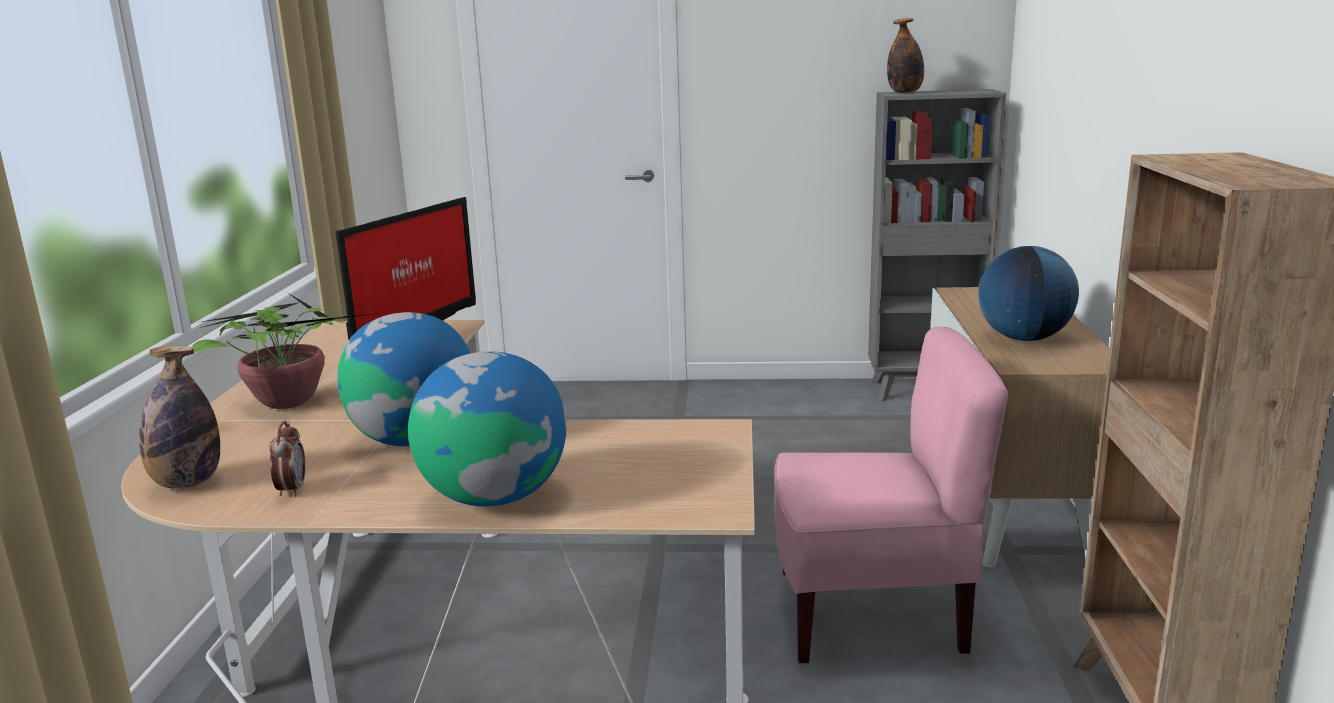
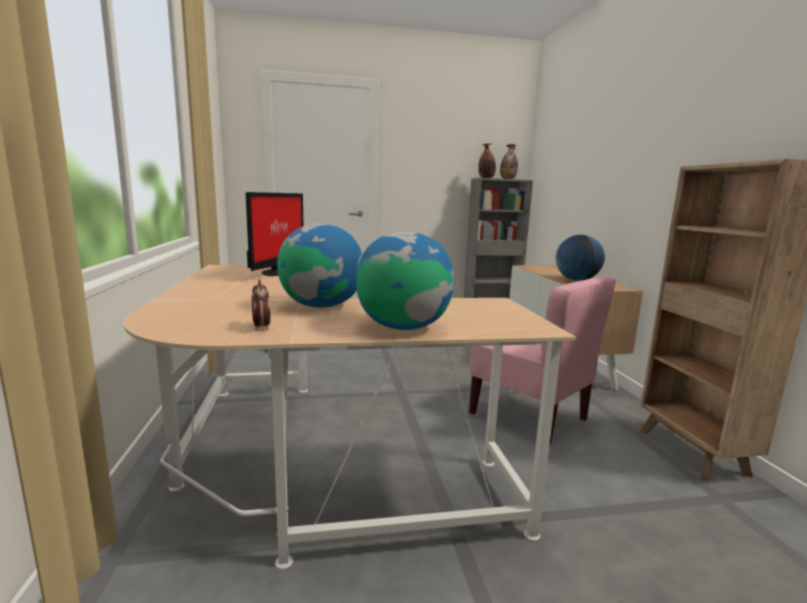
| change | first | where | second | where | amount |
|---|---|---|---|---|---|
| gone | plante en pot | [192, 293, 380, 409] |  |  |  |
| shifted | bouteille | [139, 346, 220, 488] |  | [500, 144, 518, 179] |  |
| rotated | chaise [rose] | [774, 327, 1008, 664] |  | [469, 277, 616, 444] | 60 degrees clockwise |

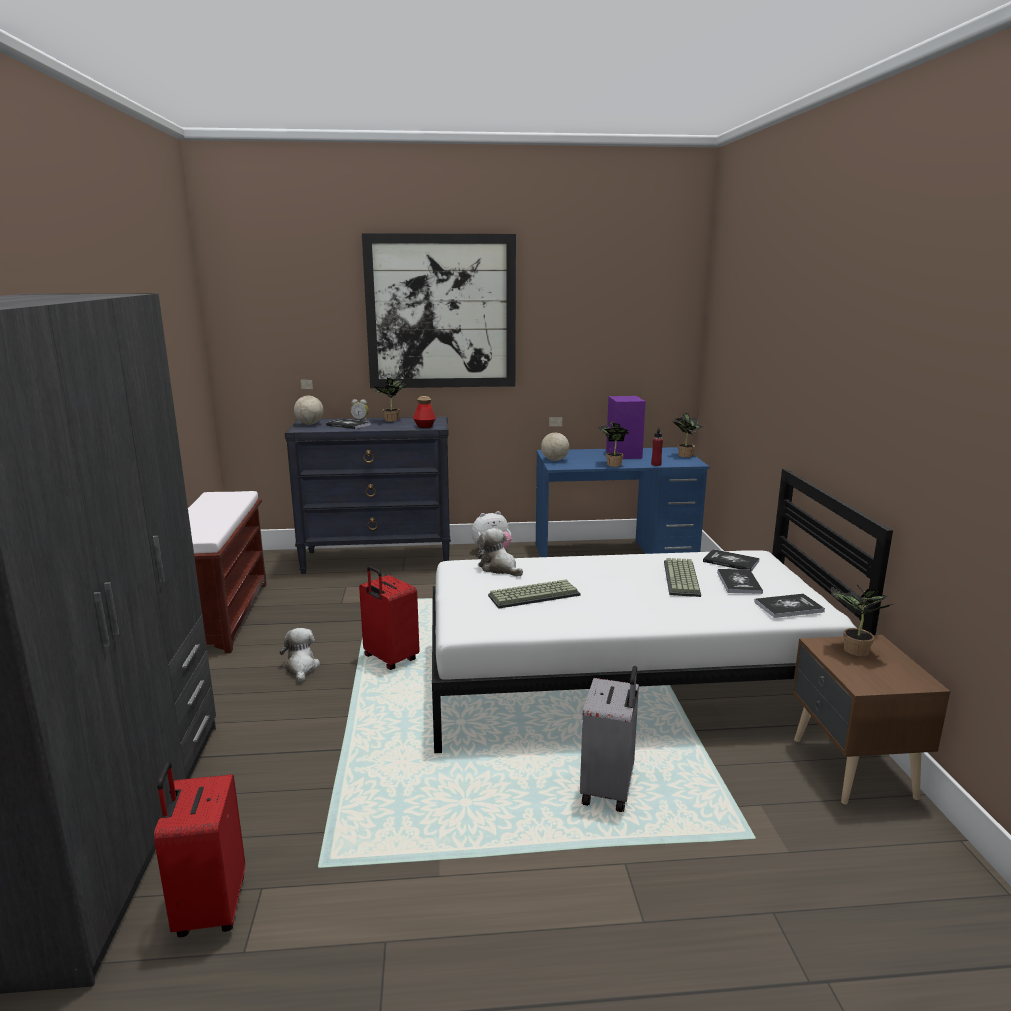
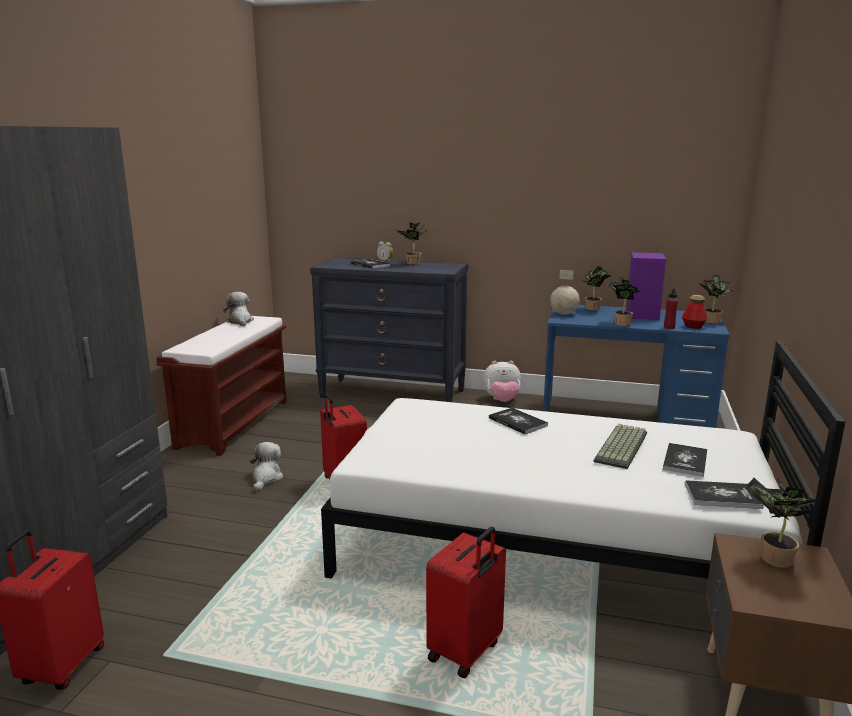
| change | first | where | second | where | amount |
|---|---|---|---|---|---|
| gone | globe | [294, 379, 324, 425] |  |  |  |
| gone | tableau | [362, 233, 516, 388] |  |  |  |
| gone | clavier | [488, 579, 580, 609] |  |  |  |
| new |  |  | plante en pot | [582, 266, 612, 310] |  |
| shifted | bouteille | [413, 396, 436, 428] |  | [682, 295, 708, 329] |  |
| shifted | peluche | [477, 528, 523, 576] |  | [223, 292, 254, 326] |  |
| shifted | livre | [703, 549, 760, 571] |  | [489, 408, 548, 434] |  |
| repainted | valise [gris] | [580, 666, 639, 812] | valise [rouge] | [426, 527, 506, 678] |  |

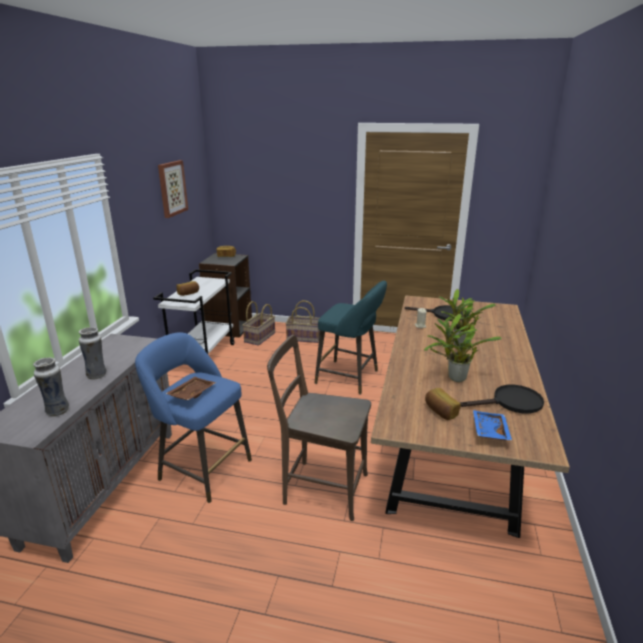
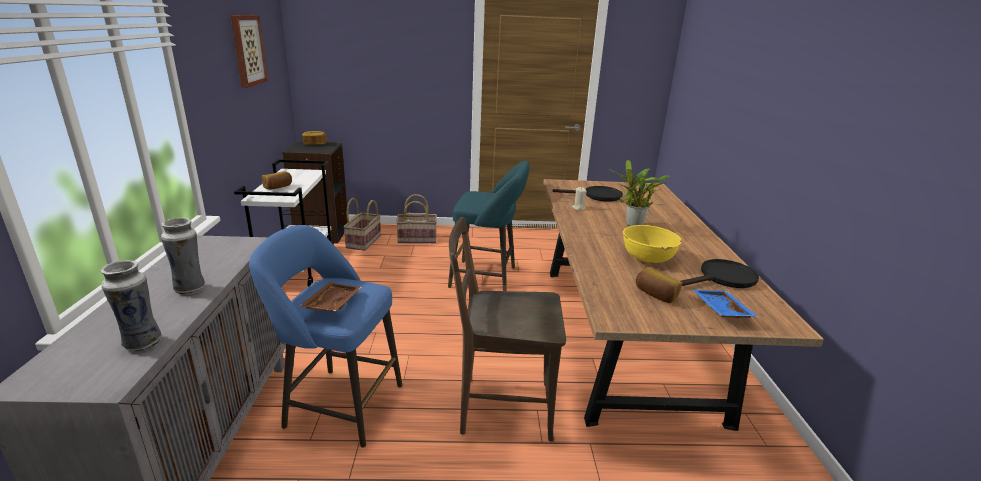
| change | first | where | second | where | amount |
|---|---|---|---|---|---|
| swapped | plante en pot | [424, 314, 502, 382] | bol [jaune] | [623, 225, 681, 263] |  |

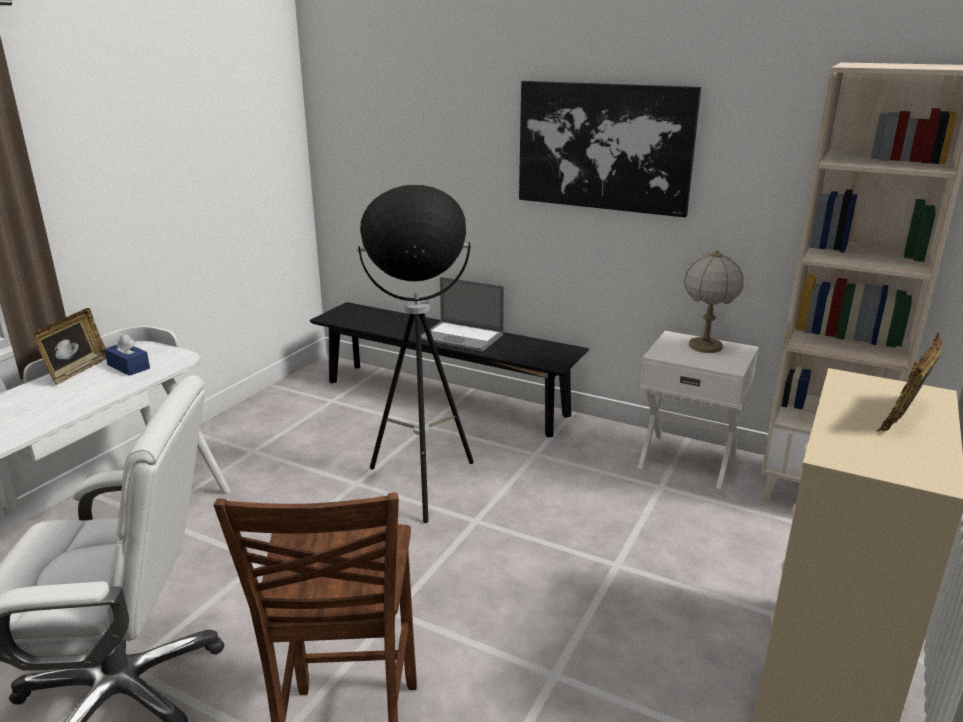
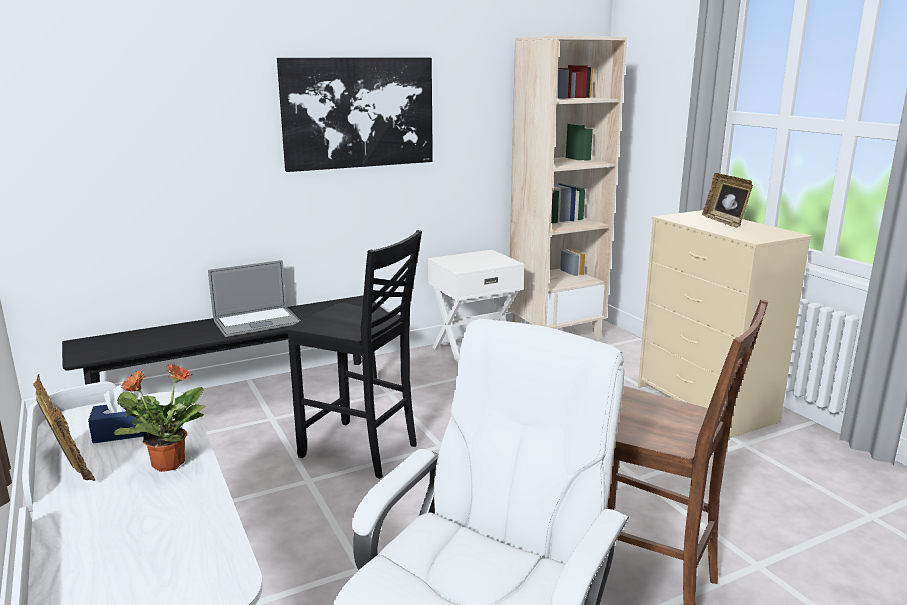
| change | first | where | second | where | amount |
|---|---|---|---|---|---|
| gone | lampe de table | [684, 250, 744, 353] |  |  |  |
| new |  |  | plante en pot | [113, 364, 205, 472] |  |
| swapped | lampadaire | [357, 184, 474, 523] | chaise [noir] | [287, 230, 422, 479] |  |

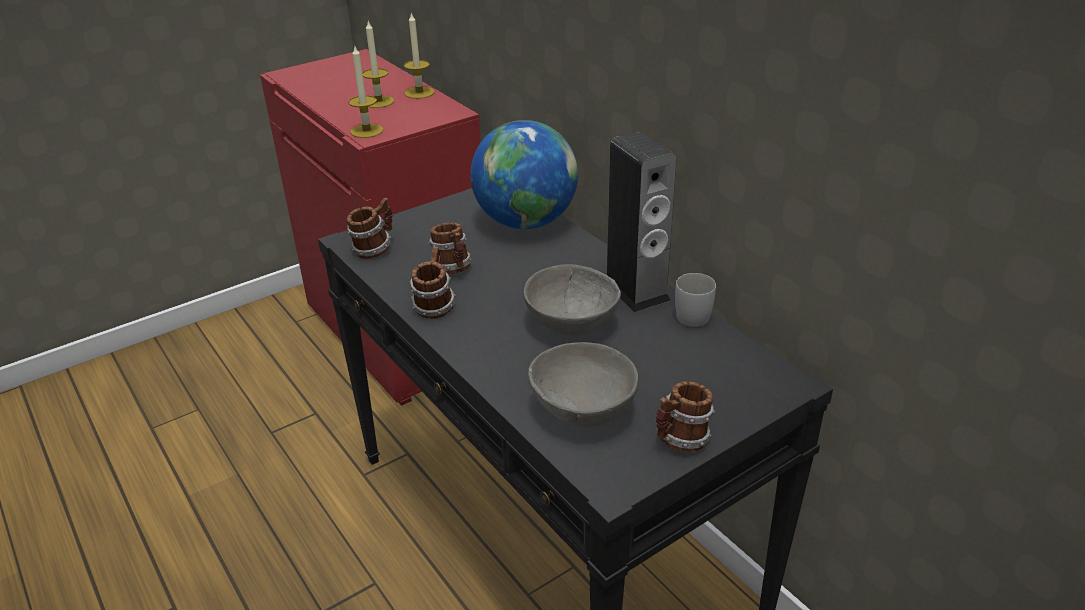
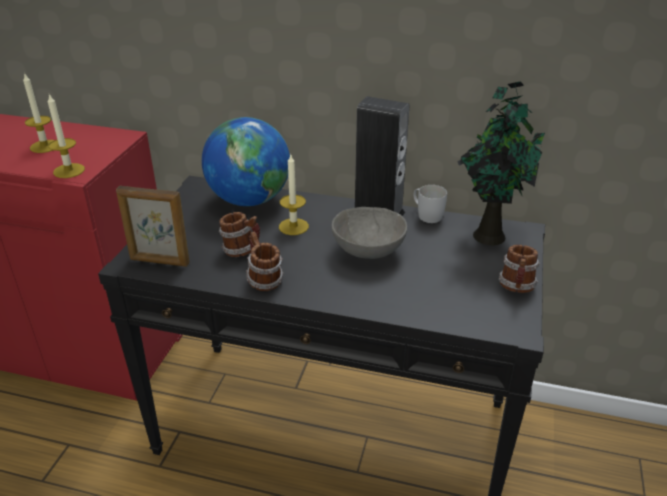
| change | first | where | second | where | amount |
|---|---|---|---|---|---|
| gone | bol [gris] | [528, 342, 638, 428] |  |  |  |
| new |  |  | plante en pot | [457, 81, 545, 245] |  |
| shifted | bougie | [404, 12, 434, 99] |  | [279, 155, 309, 235] |  |
| swapped | mug | [347, 198, 393, 259] | cadre photo | [116, 185, 190, 267] |  |

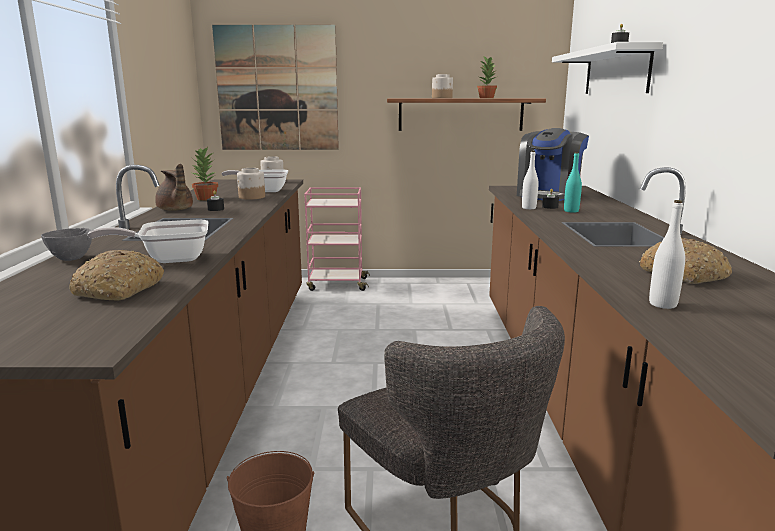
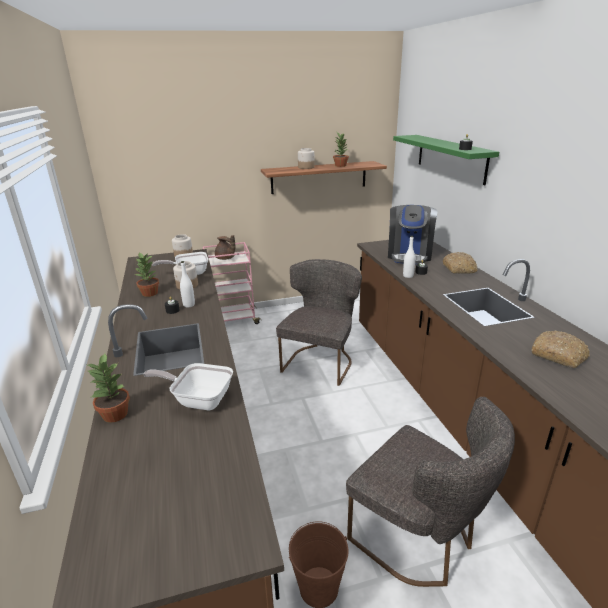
| change | first | where | second | where | amount |
|---|---|---|---|---|---|
| gone | tableau | [212, 25, 339, 150] |  |  |  |
| gone | bouteille [turquoise] | [564, 152, 582, 213] |  |  |  |
| new |  |  | chaise [gris] | [276, 259, 362, 386] |  |
| shifted | pain | [69, 250, 164, 300] |  | [443, 252, 478, 273] |  |
| shifted | théière [marron] | [155, 164, 193, 211] |  | [215, 235, 236, 260] |  |
| shifted | bouteille [blanc] | [649, 200, 685, 309] |  | [180, 261, 195, 307] |  |
| swapped | bol [gris] | [41, 228, 92, 261] | plante en pot | [87, 354, 130, 423] |  |
| repainted | étagère [blanc] | [552, 42, 663, 94] | étagère [vert] | [393, 135, 499, 185] |  |
| rotated | poêle | [88, 220, 208, 263] |  | [143, 363, 233, 410] | 45 degrees clockwise |

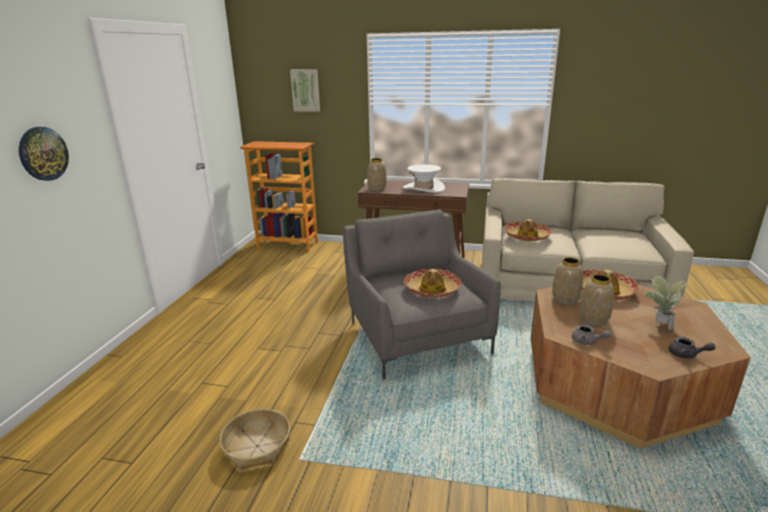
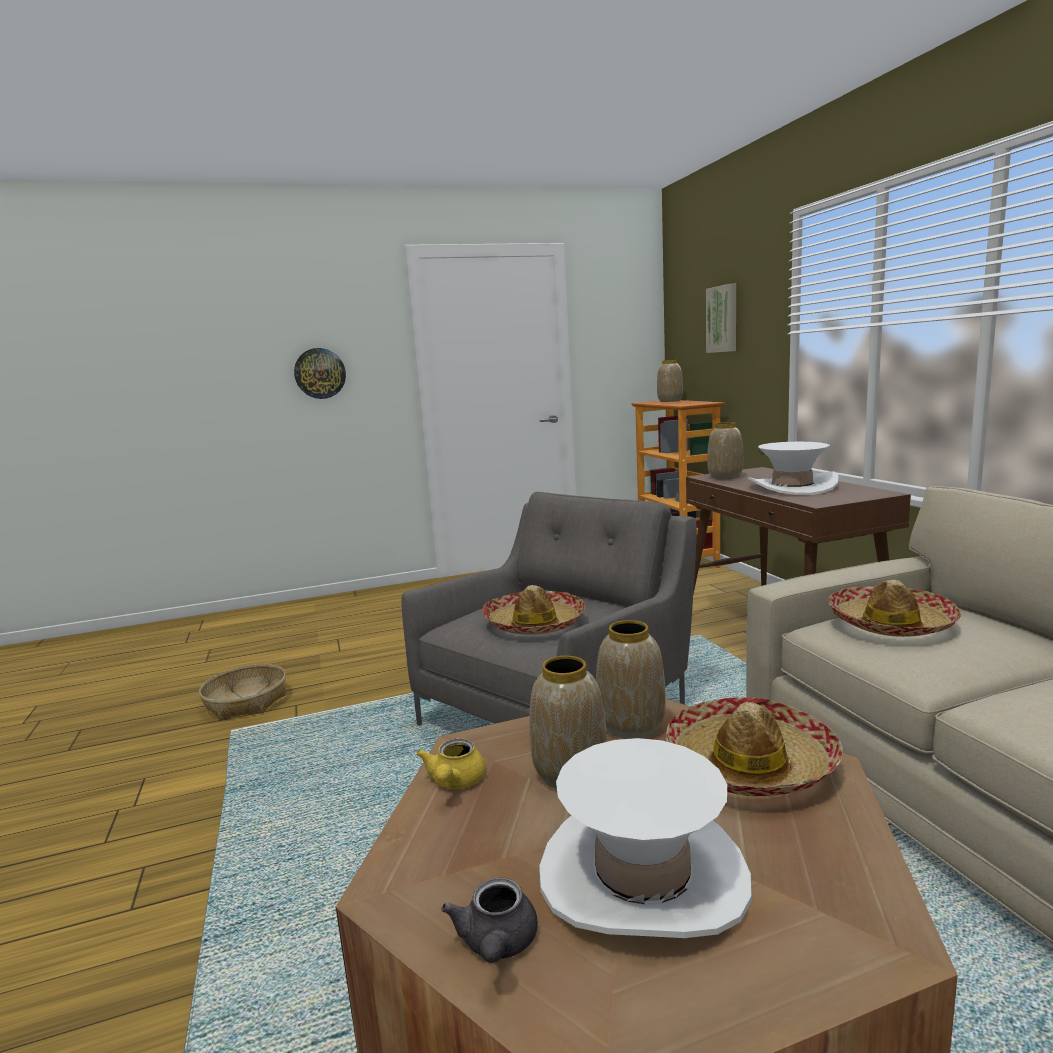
| change | first | where | second | where | amount |
|---|---|---|---|---|---|
| new |  |  | vase | [657, 360, 683, 402] |  |
| swapped | plante en pot | [644, 276, 687, 330] | chapeau [blanc] | [539, 738, 752, 938] |  |
| repainted | théière [gris] | [572, 324, 611, 345] | théière [jaune] | [416, 738, 486, 789] |  |

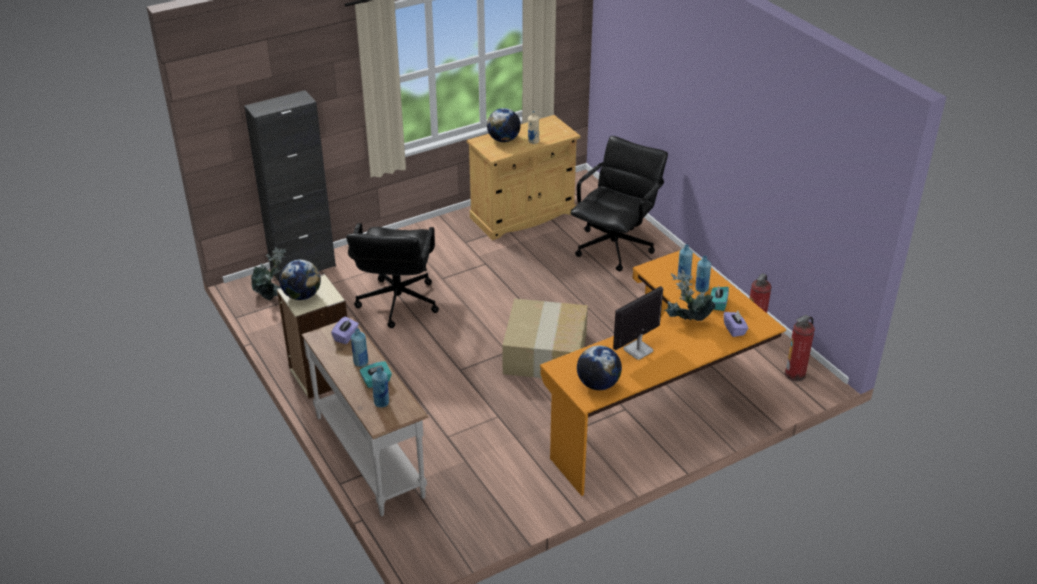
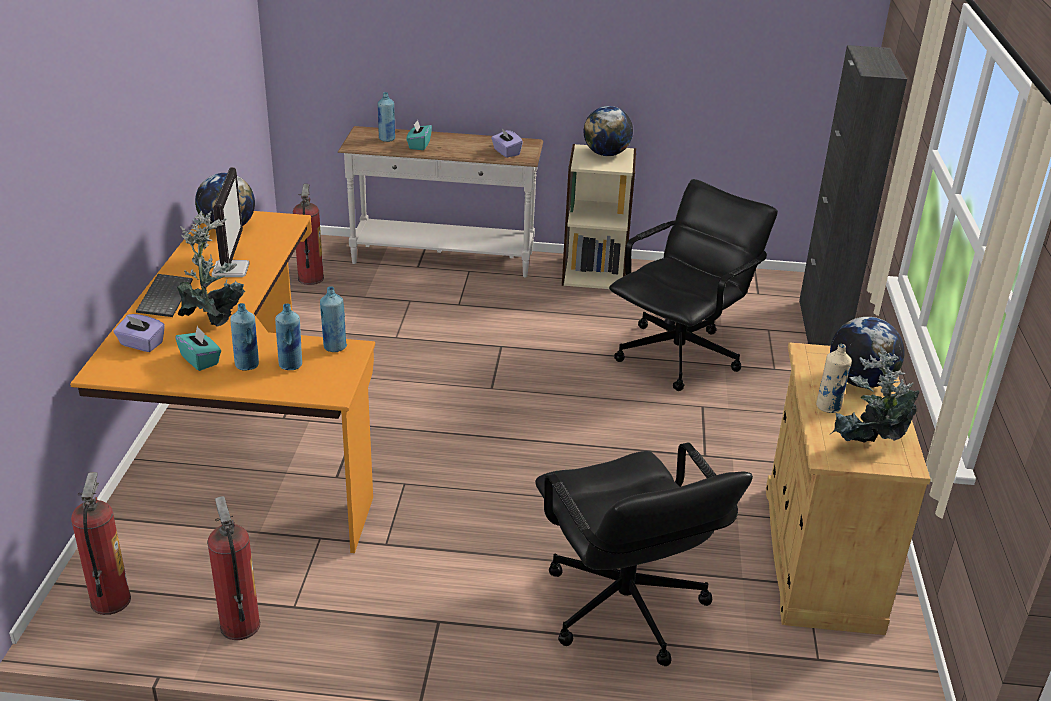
| change | first | where | second | where | amount |
|---|---|---|---|---|---|
| gone | carton | [502, 299, 588, 378] |  |  |  |
| new |  |  | clavier | [136, 274, 193, 317] |  |
| new |  |  | extincteur | [293, 184, 324, 285] |  |
| shifted | plante en pot | [251, 247, 286, 300] |  | [831, 346, 920, 443] |  |
| shifted | bouteille [bleu] | [351, 328, 368, 367] |  | [320, 286, 347, 352] |  |
| rotated | chaise de bureau [noir] | [346, 223, 439, 328] |  | [609, 179, 778, 391] | 90 degrees clockwise |

